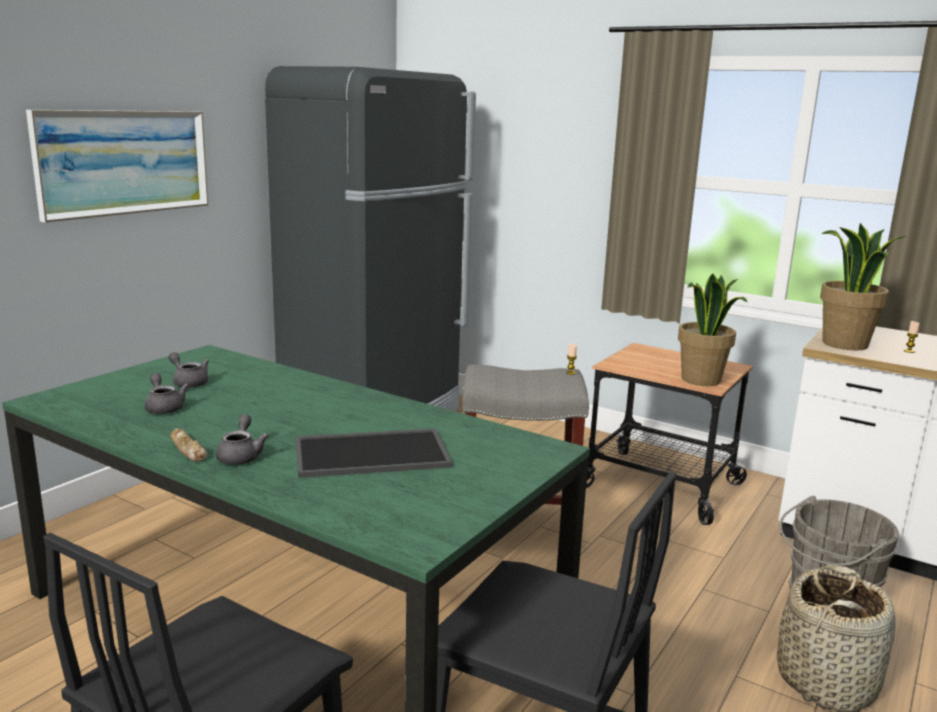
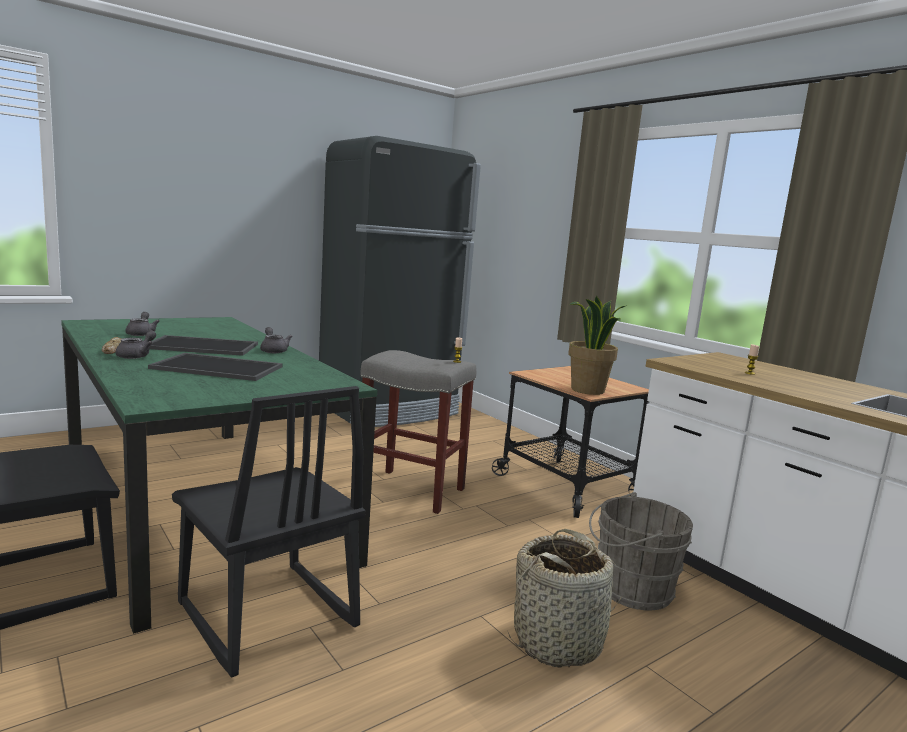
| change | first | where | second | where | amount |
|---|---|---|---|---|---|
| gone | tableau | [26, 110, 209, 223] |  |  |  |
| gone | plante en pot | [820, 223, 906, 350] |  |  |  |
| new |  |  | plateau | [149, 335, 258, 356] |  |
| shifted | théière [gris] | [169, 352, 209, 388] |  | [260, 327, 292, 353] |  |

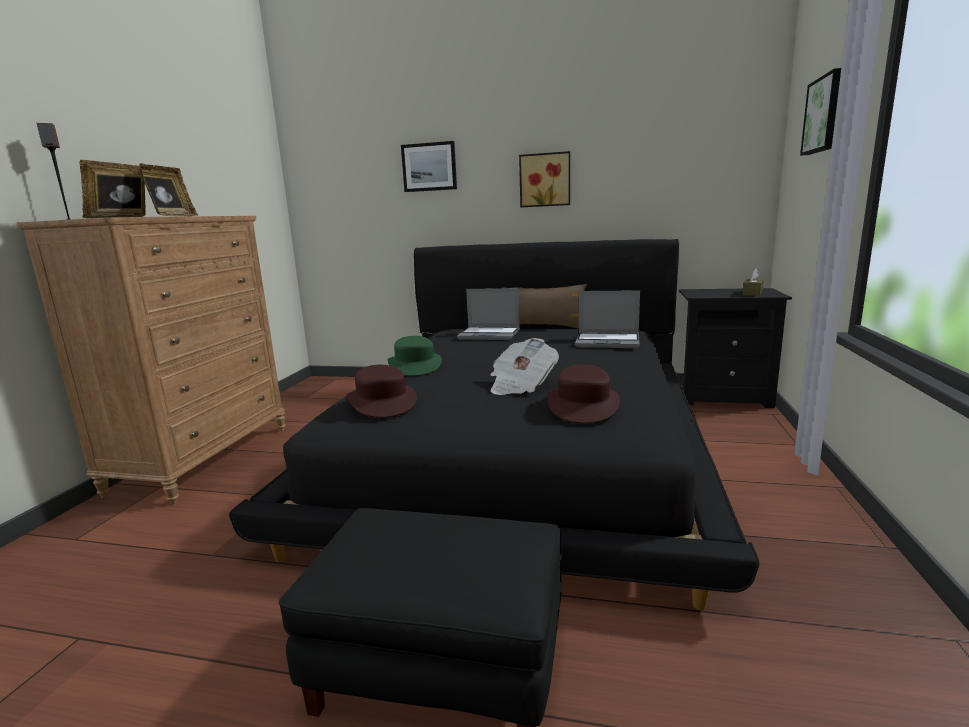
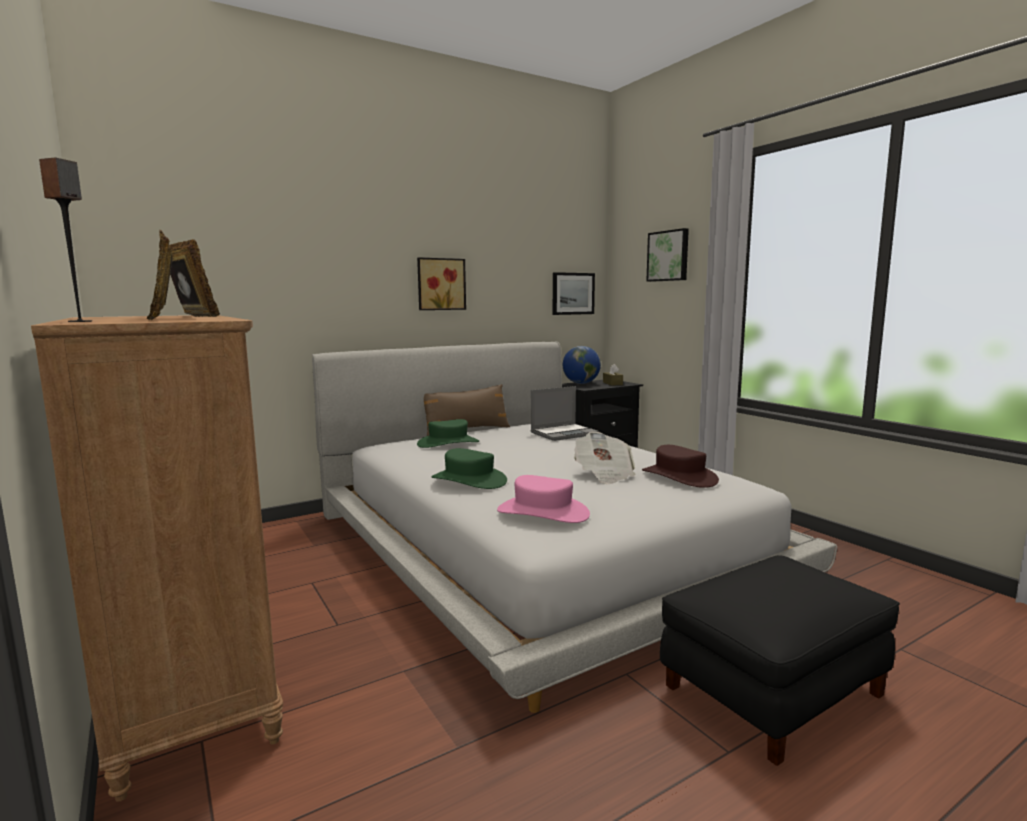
| change | first | where | second | where | amount |
|---|---|---|---|---|---|
| new |  |  | globe | [563, 346, 601, 384] |  |
| shifted | tableau | [401, 141, 457, 192] |  | [553, 272, 595, 315] |  |
| swapped | ordinateur portable | [457, 288, 520, 340] | chapeau [vert] | [417, 419, 479, 448] |  |
| repainted | lit [noir] | [229, 239, 759, 610] | lit [blanc] | [312, 341, 837, 713] |  |
| repainted | chapeau [marron] | [346, 365, 417, 418] | chapeau [rose] | [497, 475, 590, 523] |  |

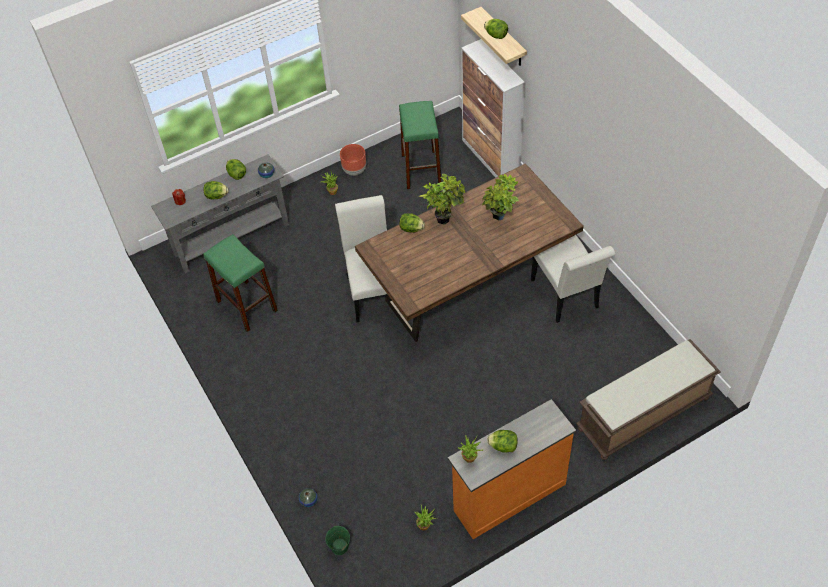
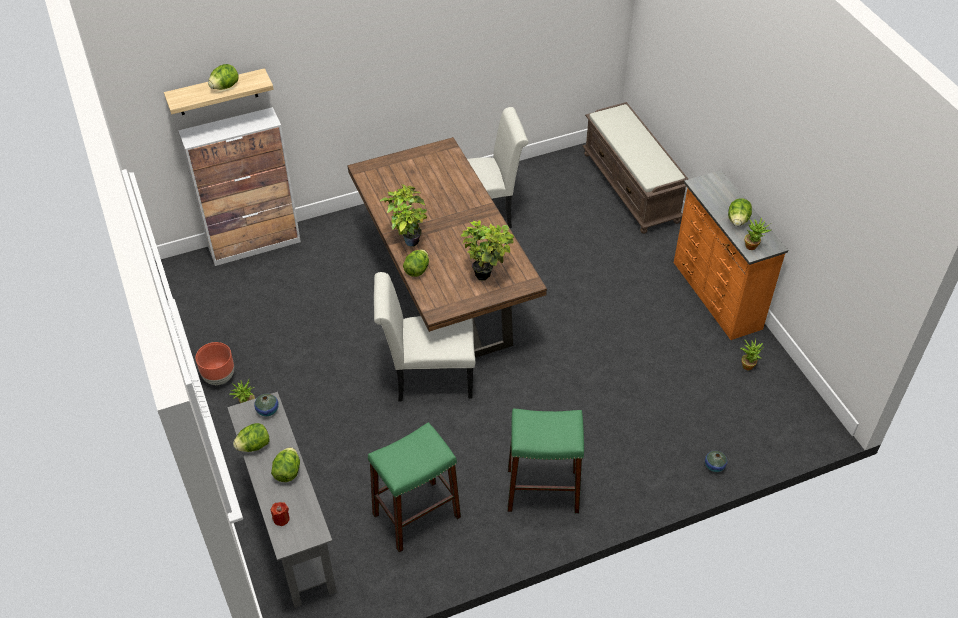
| change | first | where | second | where | amount |
|---|---|---|---|---|---|
| gone | seau [vert] | [325, 526, 350, 555] |  |  |  |
| shifted | tabouret [vert] | [399, 101, 442, 189] |  | [507, 409, 584, 513] |  |
| shifted | plante en pot | [482, 174, 519, 221] |  | [461, 220, 514, 281] |  |

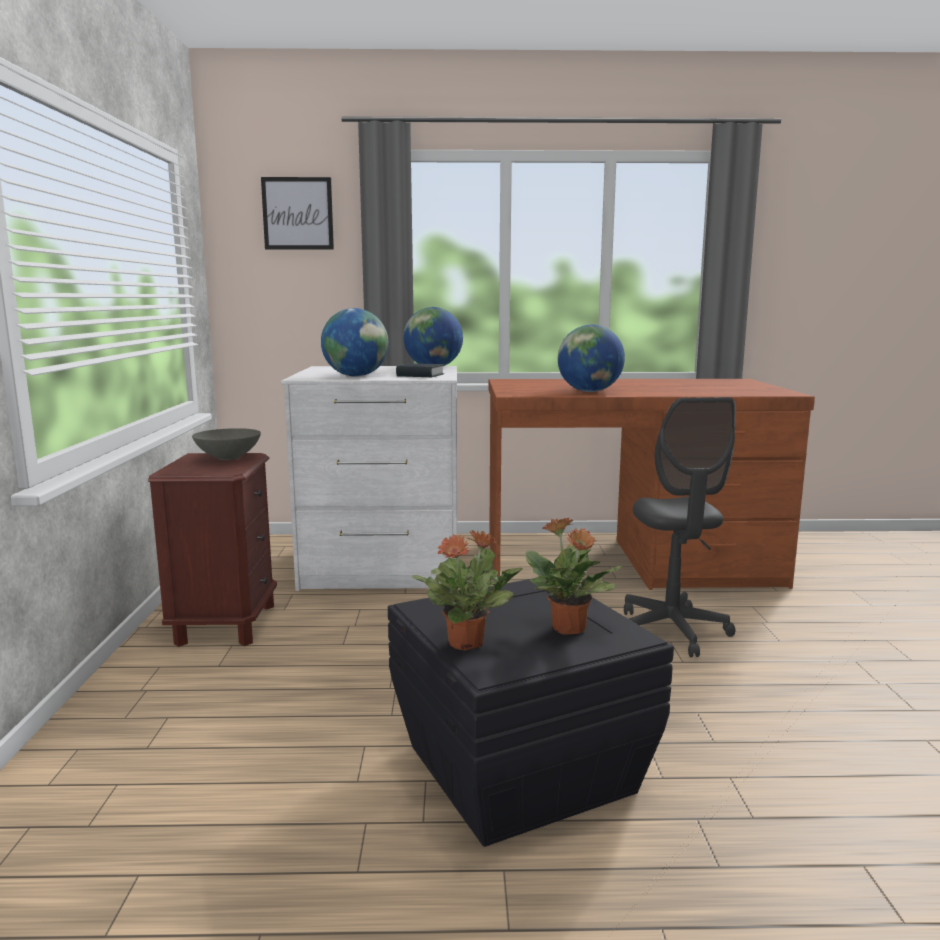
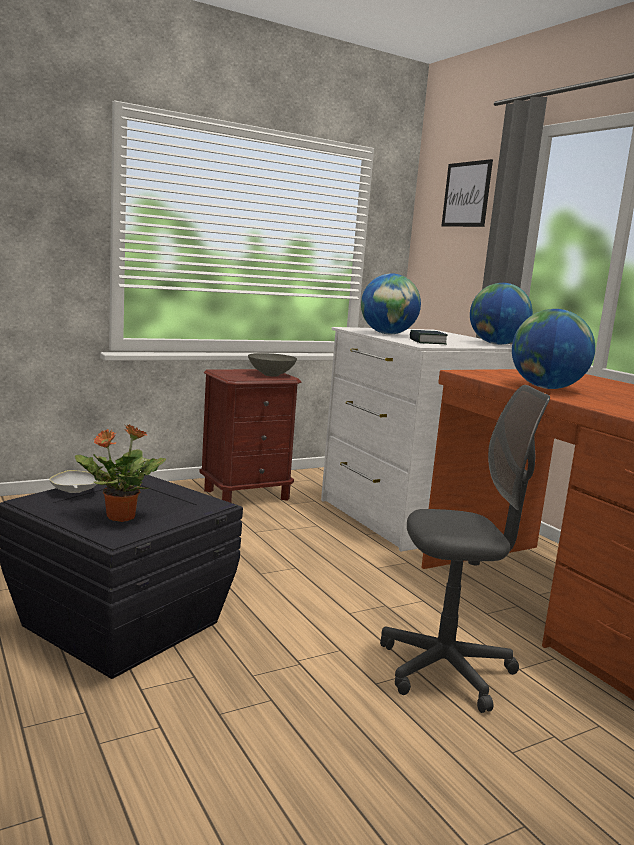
| change | first | where | second | where | amount |
|---|---|---|---|---|---|
| swapped | plante en pot | [412, 530, 523, 651] | bol [blanc] | [49, 470, 99, 493] |  |
| rotated | chaise de bureau [gris] | [624, 397, 736, 657] |  | [380, 385, 550, 713] | 150 degrees counterclockwise |

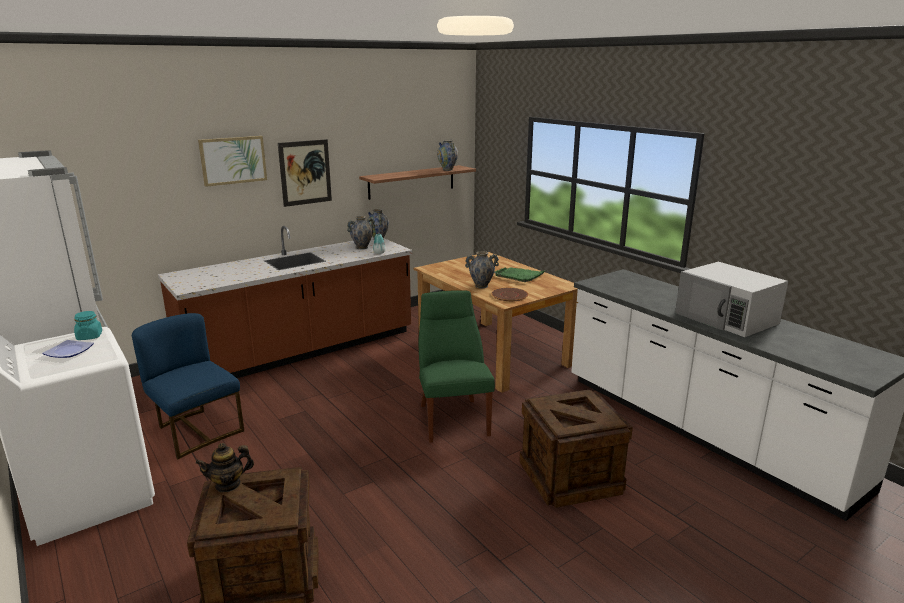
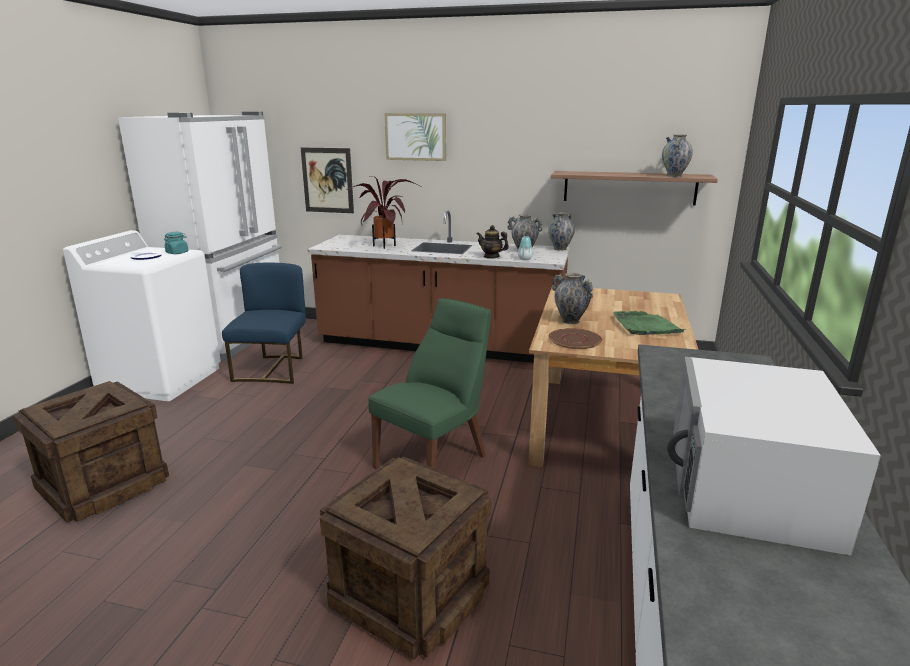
| change | first | where | second | where | amount |
|---|---|---|---|---|---|
| new |  |  | plante en pot | [346, 176, 423, 249] |  |
| shifted | théière | [195, 443, 254, 492] |  | [477, 225, 509, 259] |  |
| shifted | tableau | [278, 139, 332, 207] |  | [301, 147, 354, 213] |  |

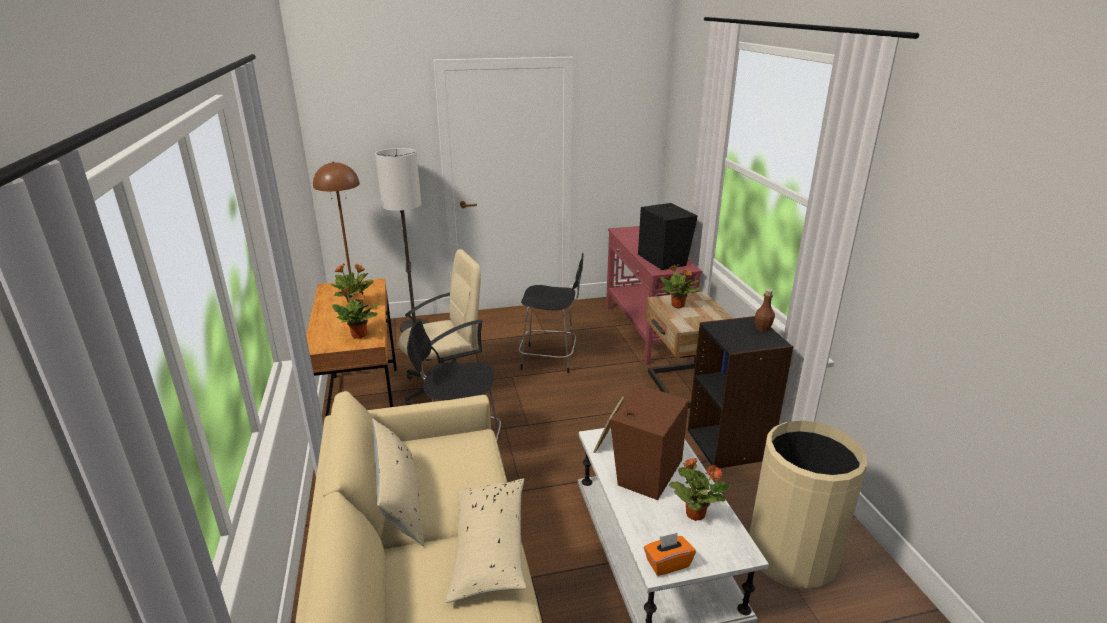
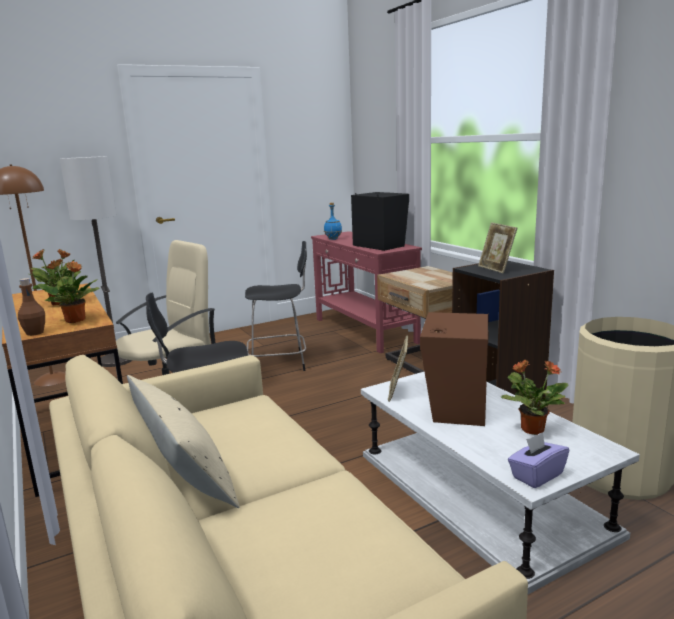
| change | first | where | second | where | amount |
|---|---|---|---|---|---|
| gone | coussin [beige] | [445, 478, 527, 603] |  |  |  |
| gone | plante en pot | [660, 264, 700, 308] |  |  |  |
| new |  |  | bouteille [bleu] | [324, 203, 342, 240] |  |
| new |  |  | cadre photo | [478, 222, 517, 273] |  |
| shifted | bouteille [marron] | [755, 289, 775, 332] |  | [18, 278, 45, 336] |  |
| repainted | boîte à mouchoirs [orange] | [644, 533, 696, 576] | boîte à mouchoirs [violet] | [508, 432, 569, 488] |  |

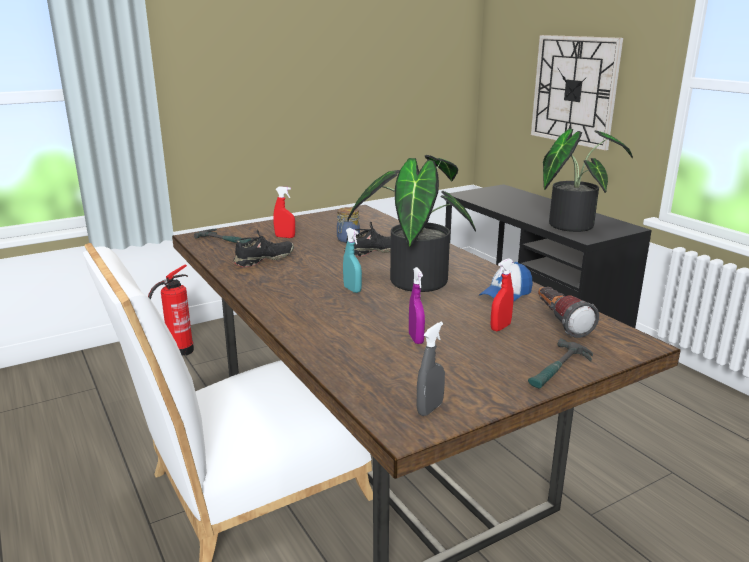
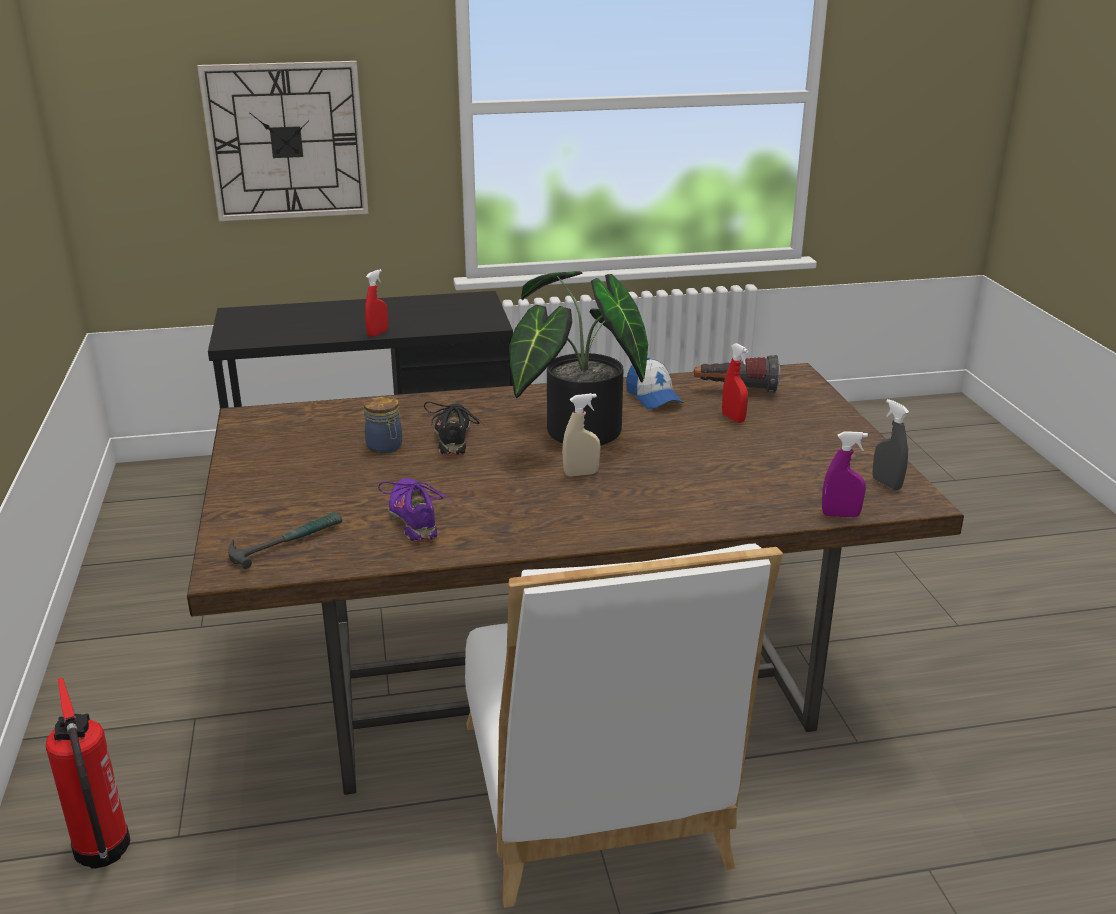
| change | first | where | second | where | amount |
|---|---|---|---|---|---|
| gone | marteau | [528, 338, 593, 389] |  |  |  |
| gone | plante en pot | [543, 129, 633, 232] |  |  |  |
| shifted | vaporisateur [rouge] | [273, 186, 295, 238] |  | [365, 269, 388, 337] |  |
| shifted | vaporisateur [violet] | [409, 267, 425, 344] |  | [822, 431, 868, 518] |  |
| repainted | chaussure [noir] | [234, 229, 294, 267] | chaussure [violet] | [378, 478, 454, 542] |  |
| repainted | vaporisateur [turquoise] | [343, 228, 362, 293] | vaporisateur [beige] | [562, 393, 600, 476] |  |

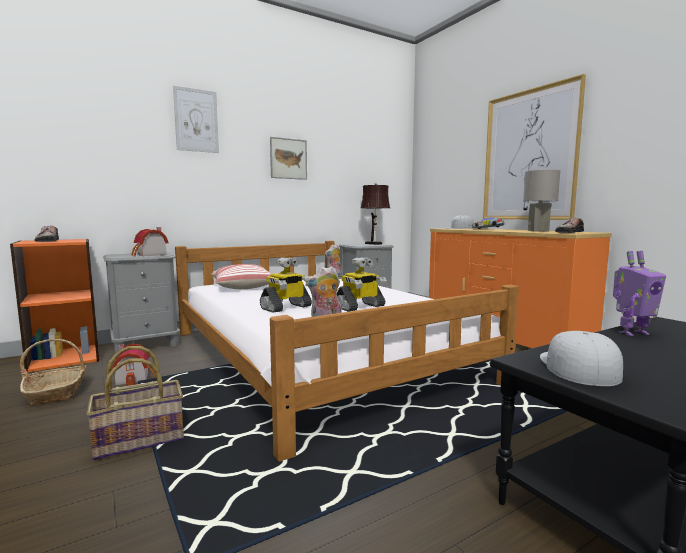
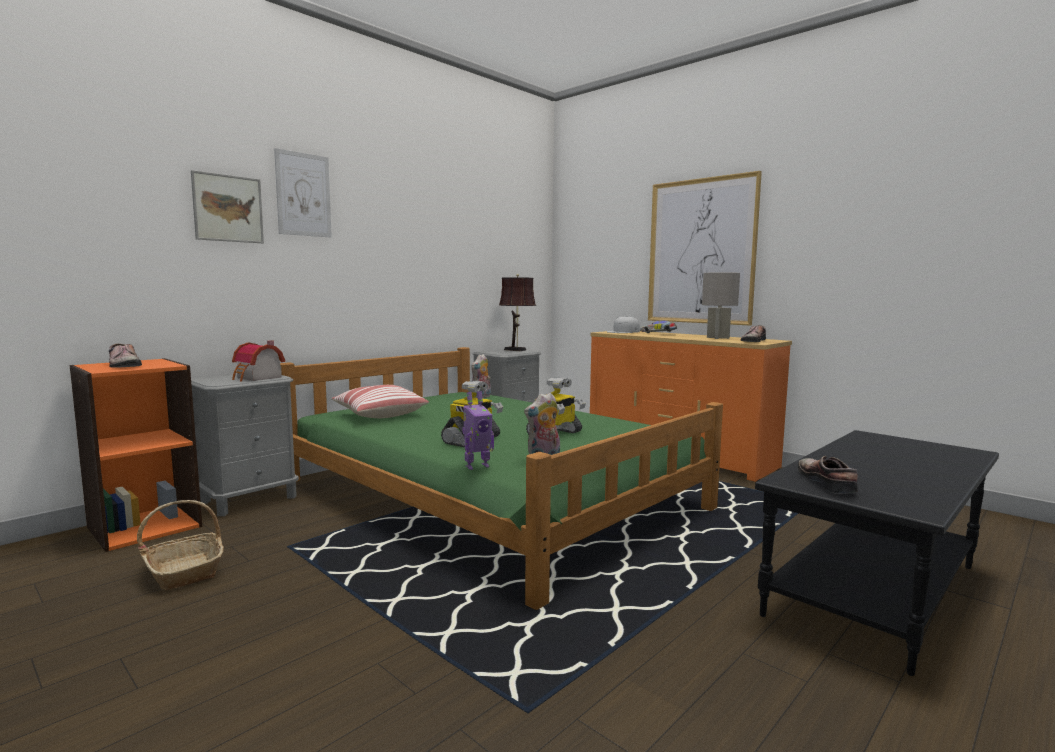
| change | first | where | second | where | amount |
|---|---|---|---|---|---|
| gone | panier | [86, 346, 184, 461] |  |  |  |
| gone | maison miniature | [111, 343, 156, 386] |  |  |  |
| shifted | tableau | [270, 137, 307, 180] |  | [191, 170, 264, 243] |  |
| shifted | robot jouet | [613, 251, 666, 336] |  | [462, 391, 494, 470] |  |
| swapped | casquette [blanc] | [540, 331, 623, 386] | chaussure | [797, 456, 858, 494] |  |
| repainted | lit [blanc] | [175, 241, 519, 461] | lit [vert] | [280, 347, 723, 610] |  |

